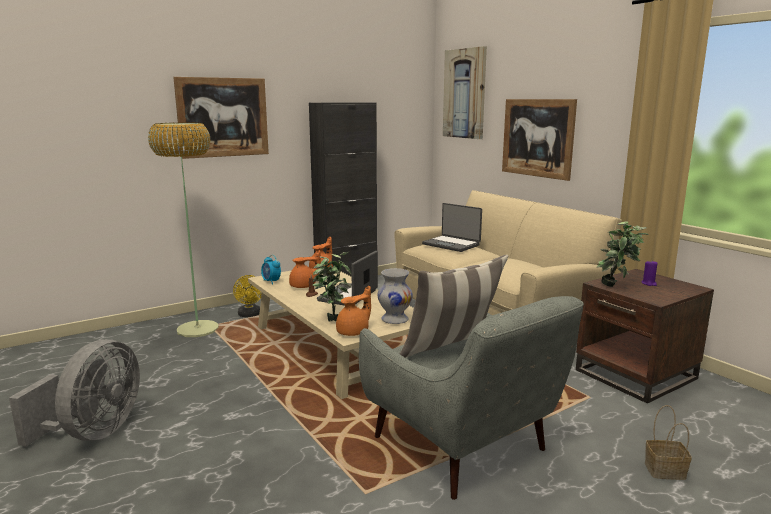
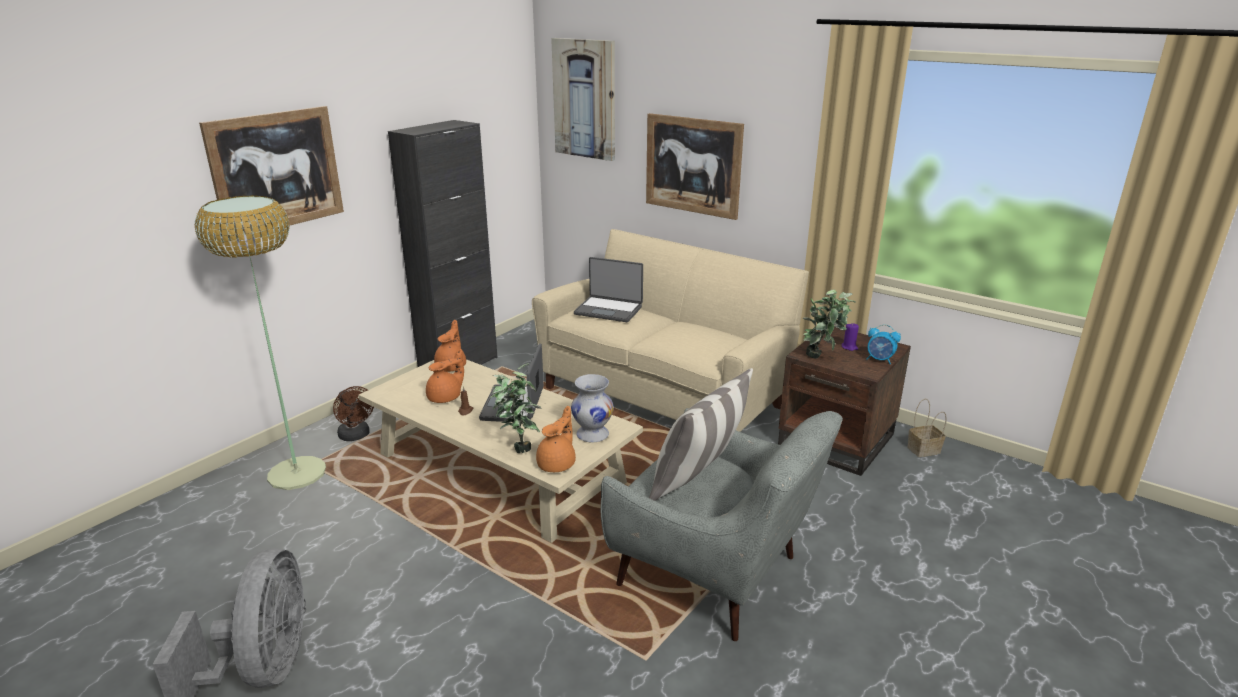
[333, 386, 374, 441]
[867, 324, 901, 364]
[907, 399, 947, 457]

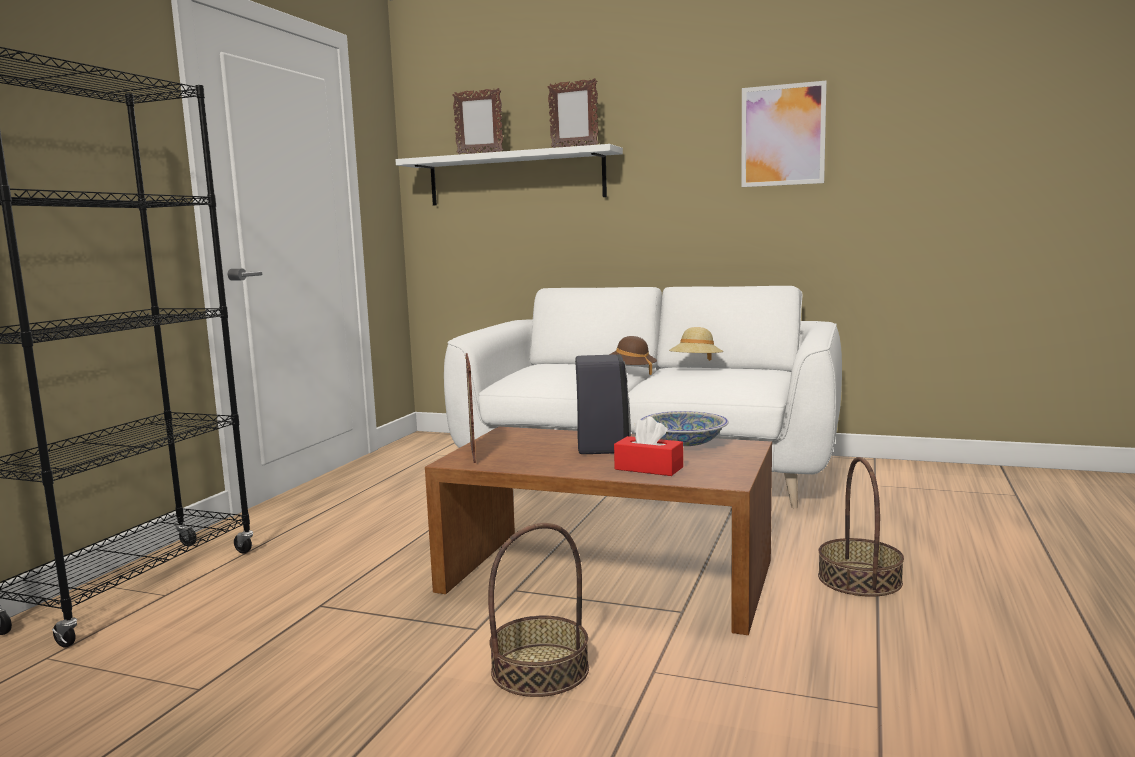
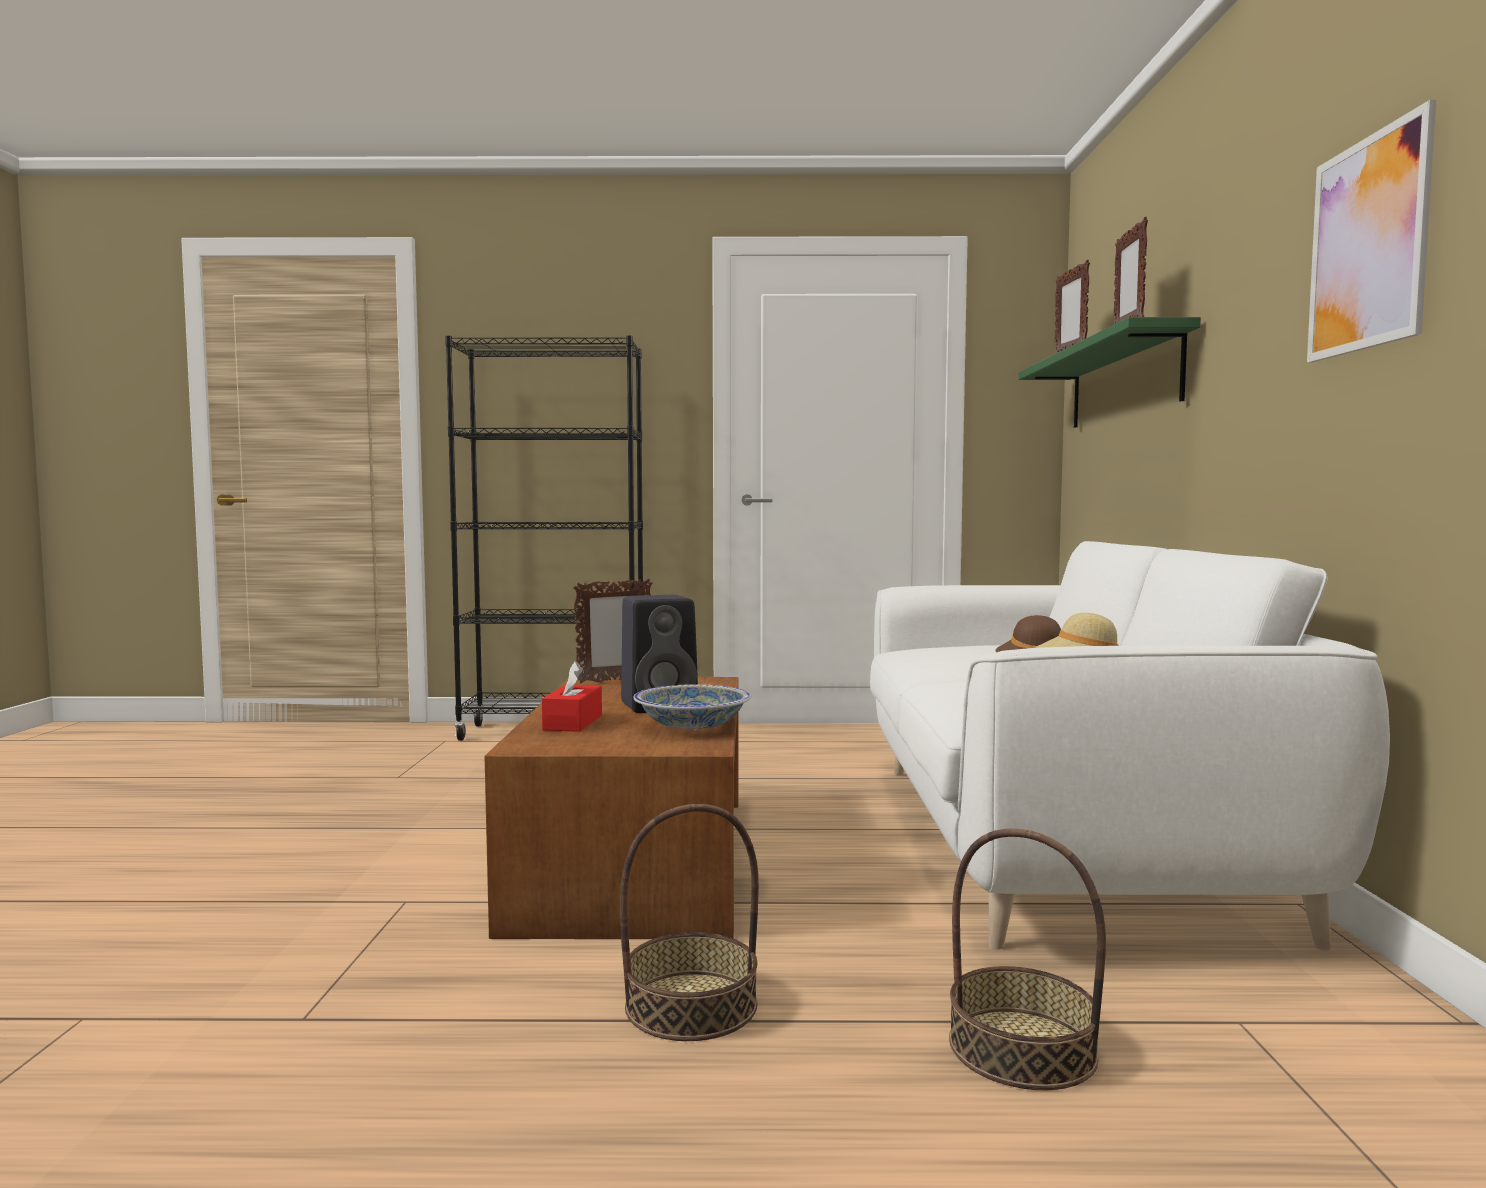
[1018, 317, 1201, 428]
[949, 828, 1106, 1090]

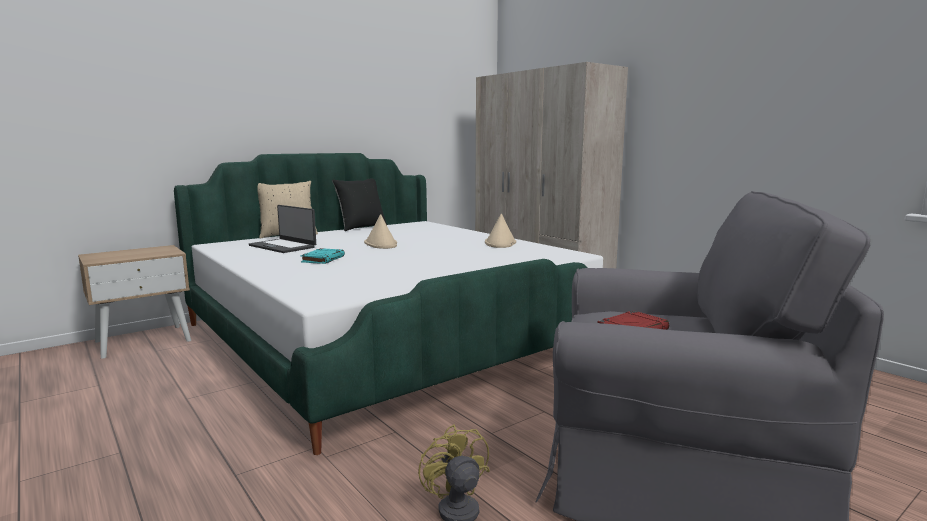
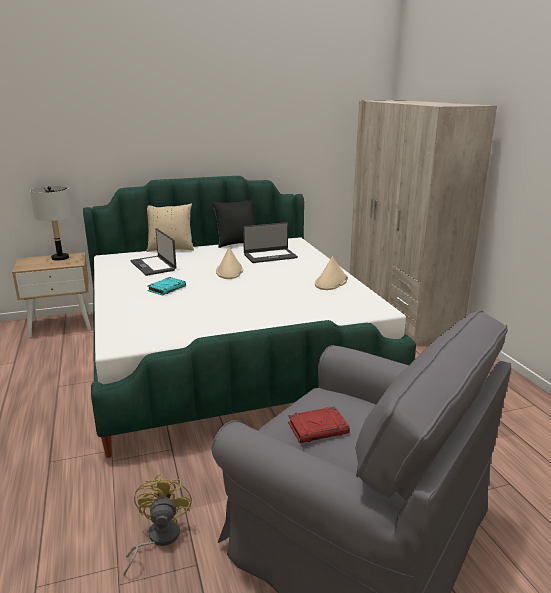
[30, 186, 72, 261]
[243, 222, 298, 263]

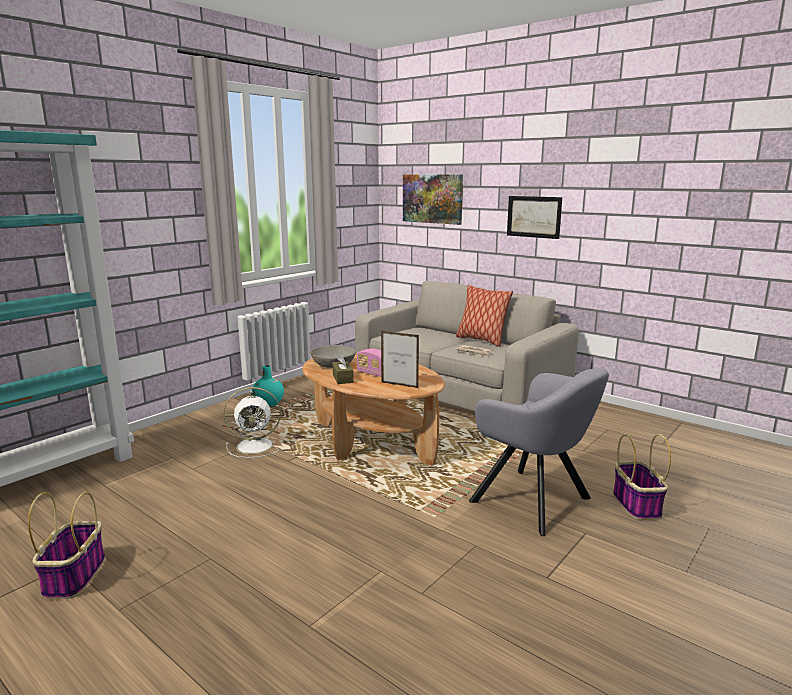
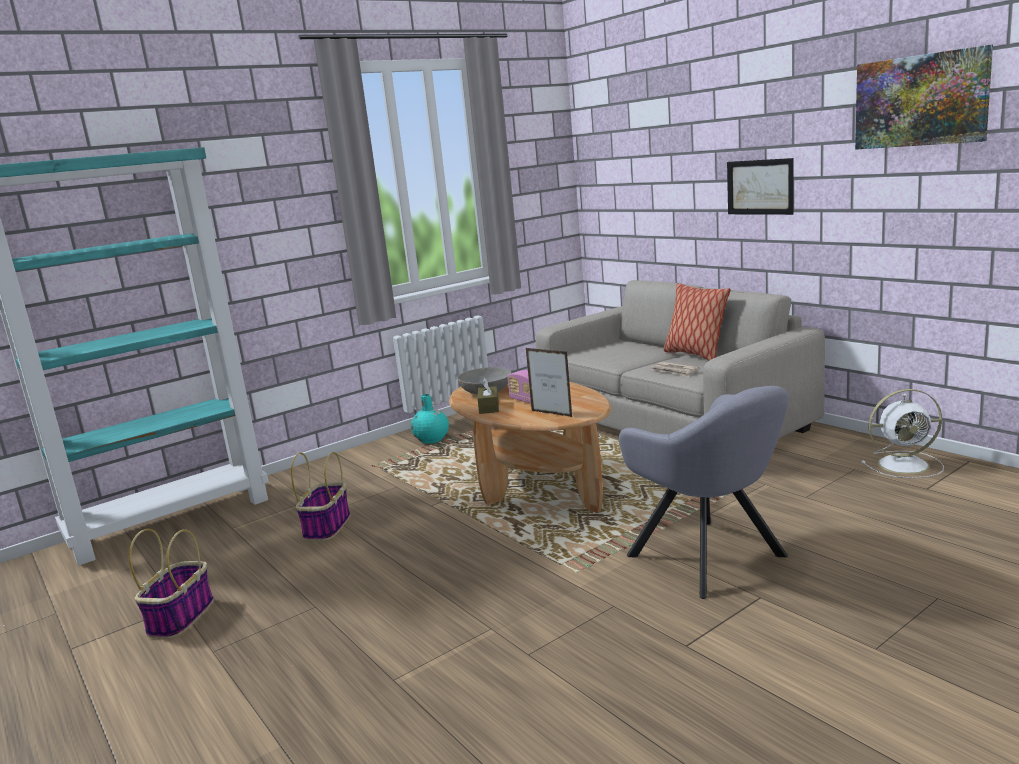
[861, 389, 944, 478]
[855, 45, 993, 150]
[291, 452, 350, 541]

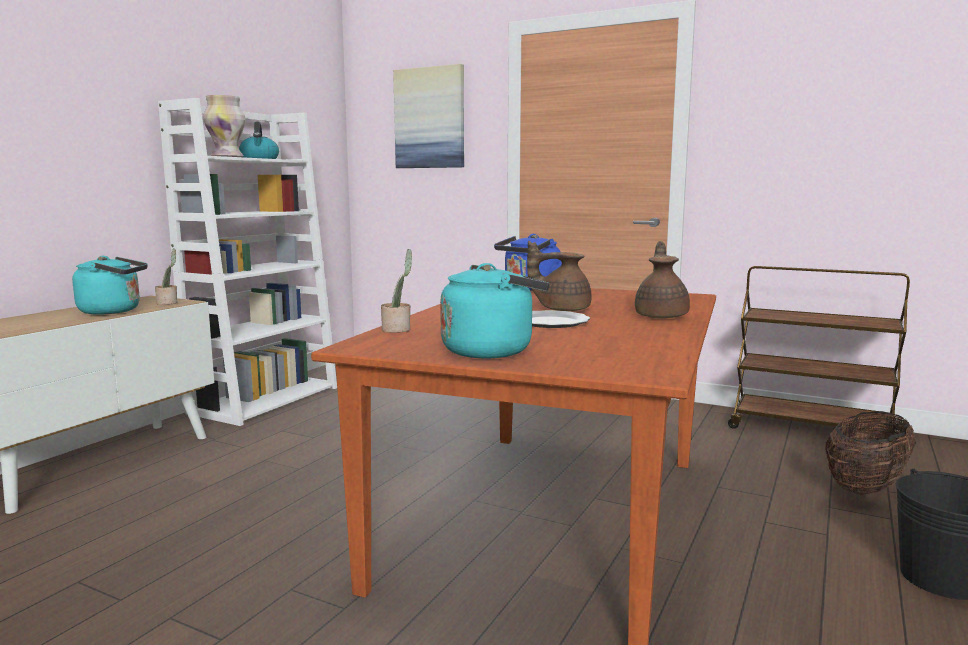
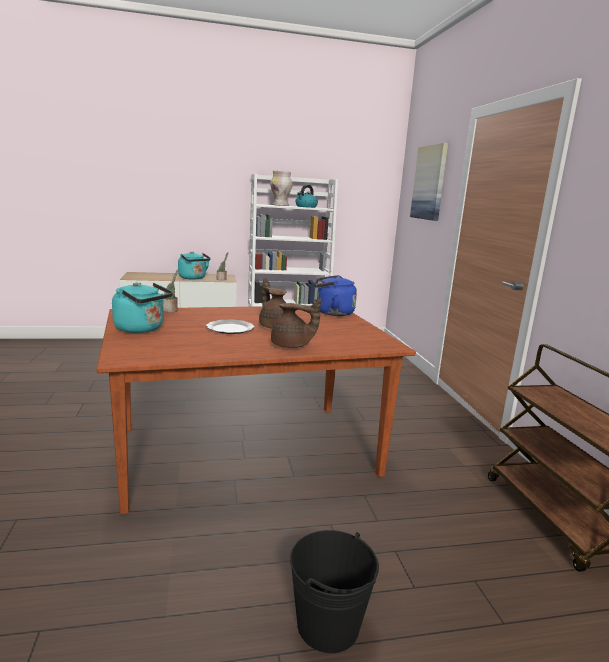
[271, 299, 321, 348]
[825, 411, 916, 495] (first image)

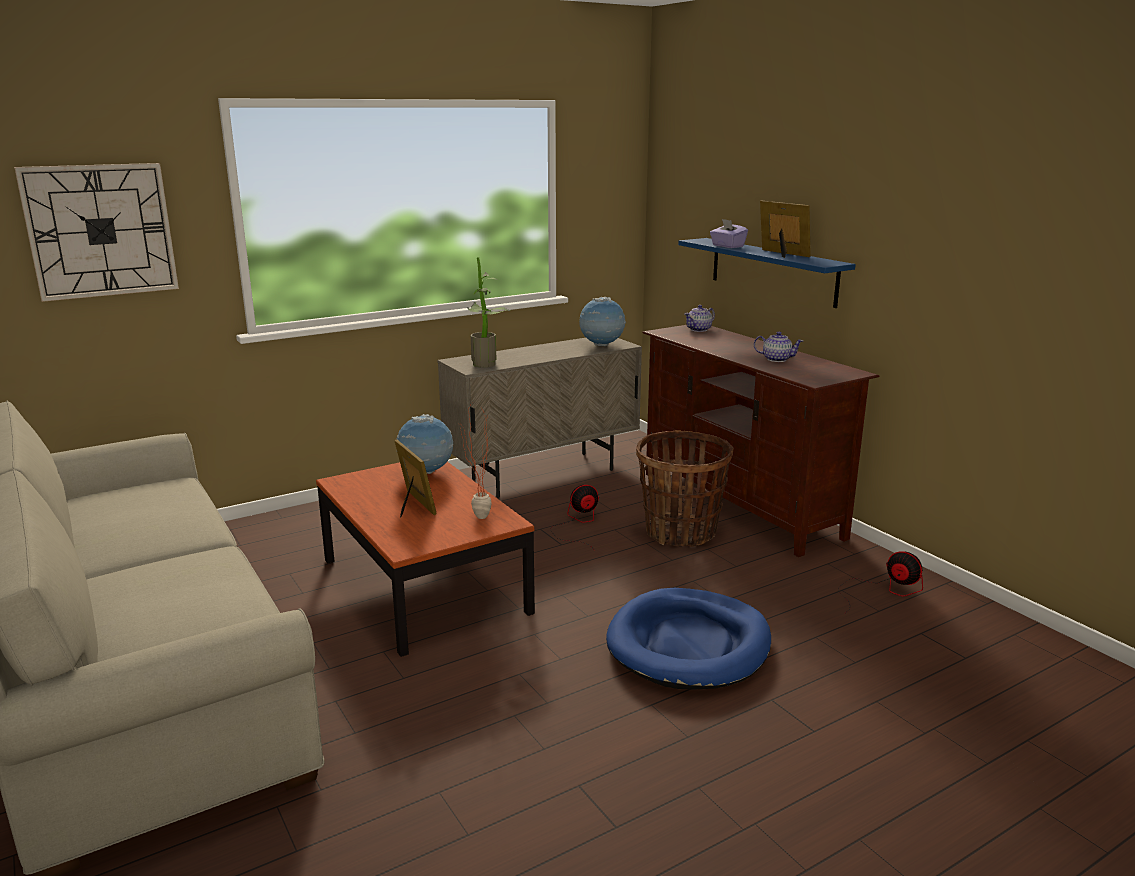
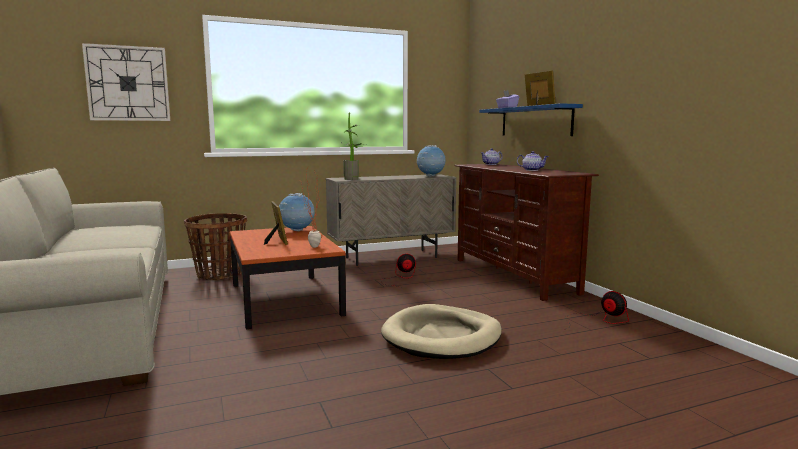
[381, 304, 502, 359]
[184, 213, 247, 280]

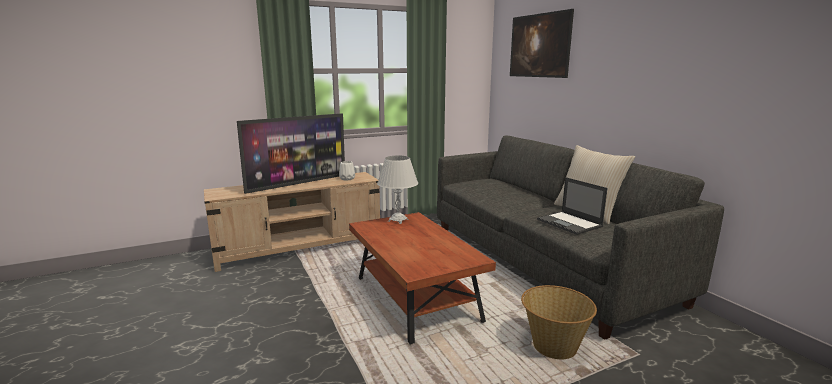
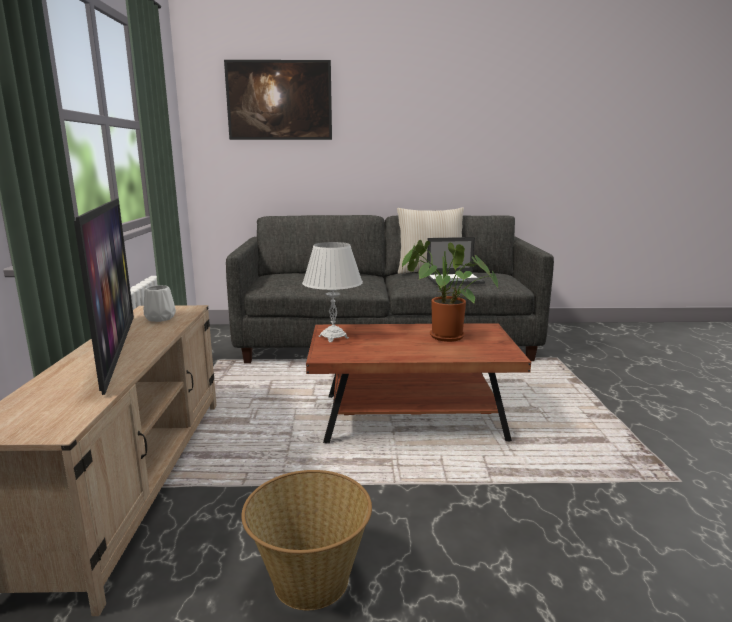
[241, 470, 372, 610]
[402, 240, 498, 342]

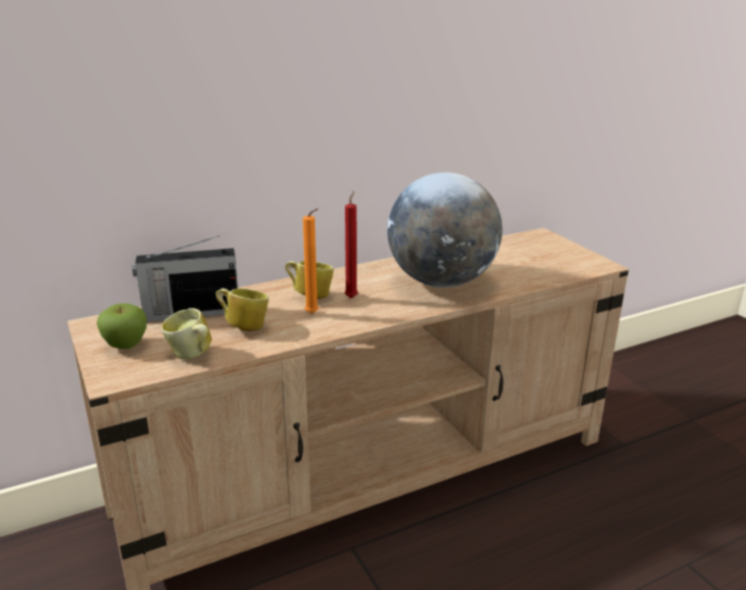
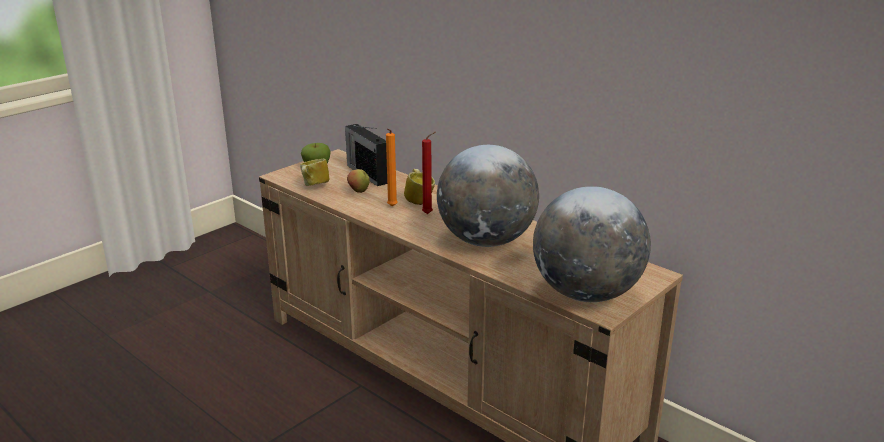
[347, 169, 370, 193]
[533, 186, 651, 302]

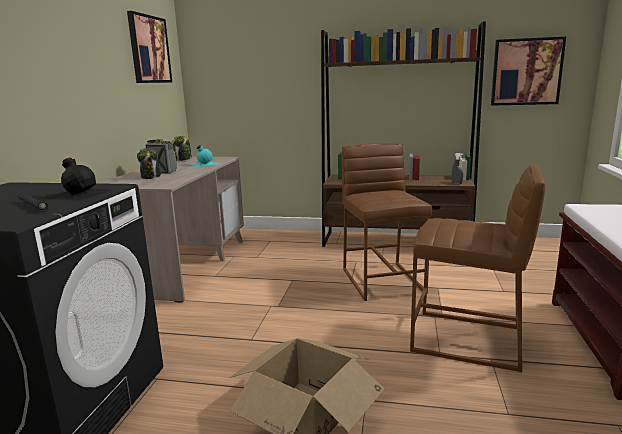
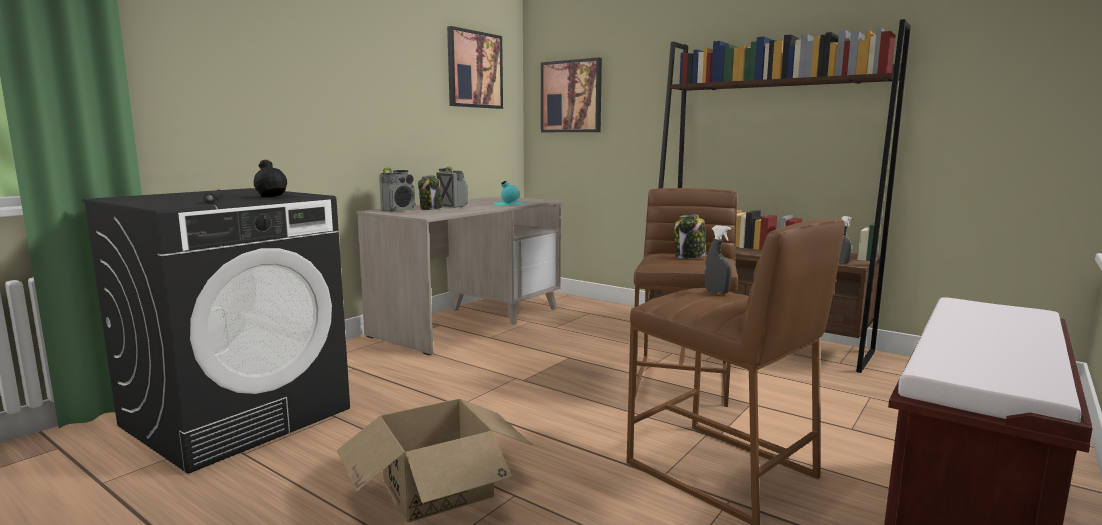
[674, 215, 706, 259]
[541, 57, 602, 132]
[379, 168, 415, 212]
[705, 225, 732, 294]

